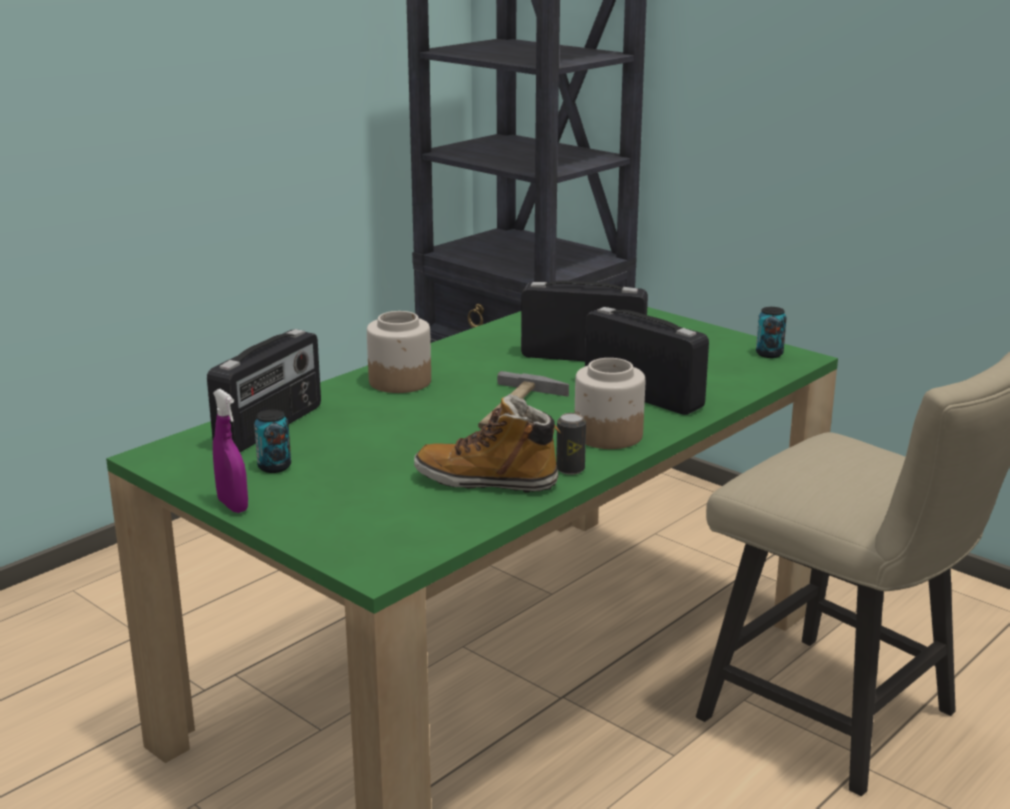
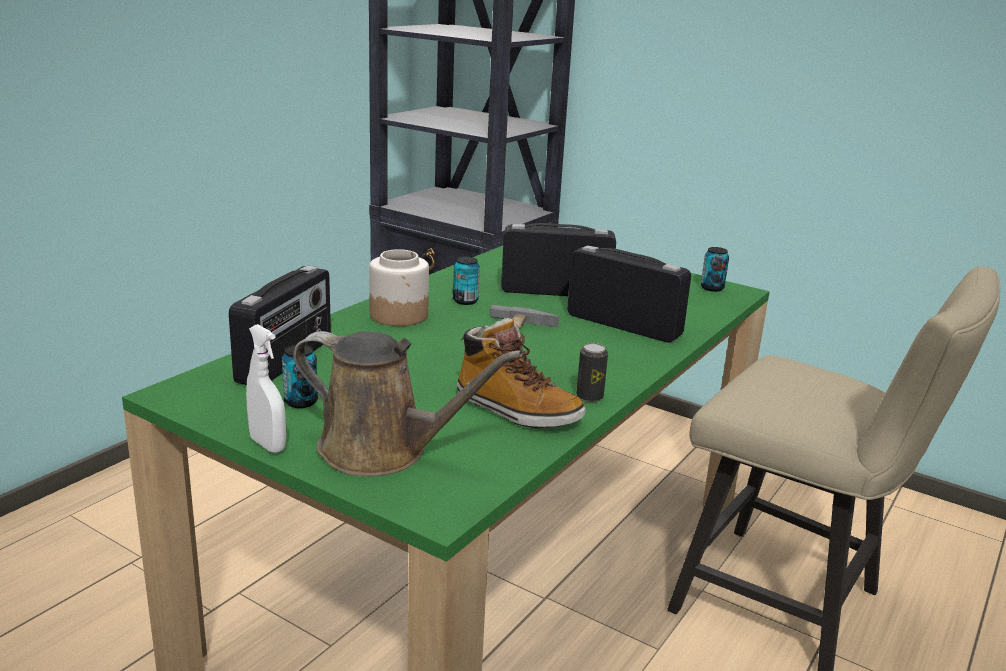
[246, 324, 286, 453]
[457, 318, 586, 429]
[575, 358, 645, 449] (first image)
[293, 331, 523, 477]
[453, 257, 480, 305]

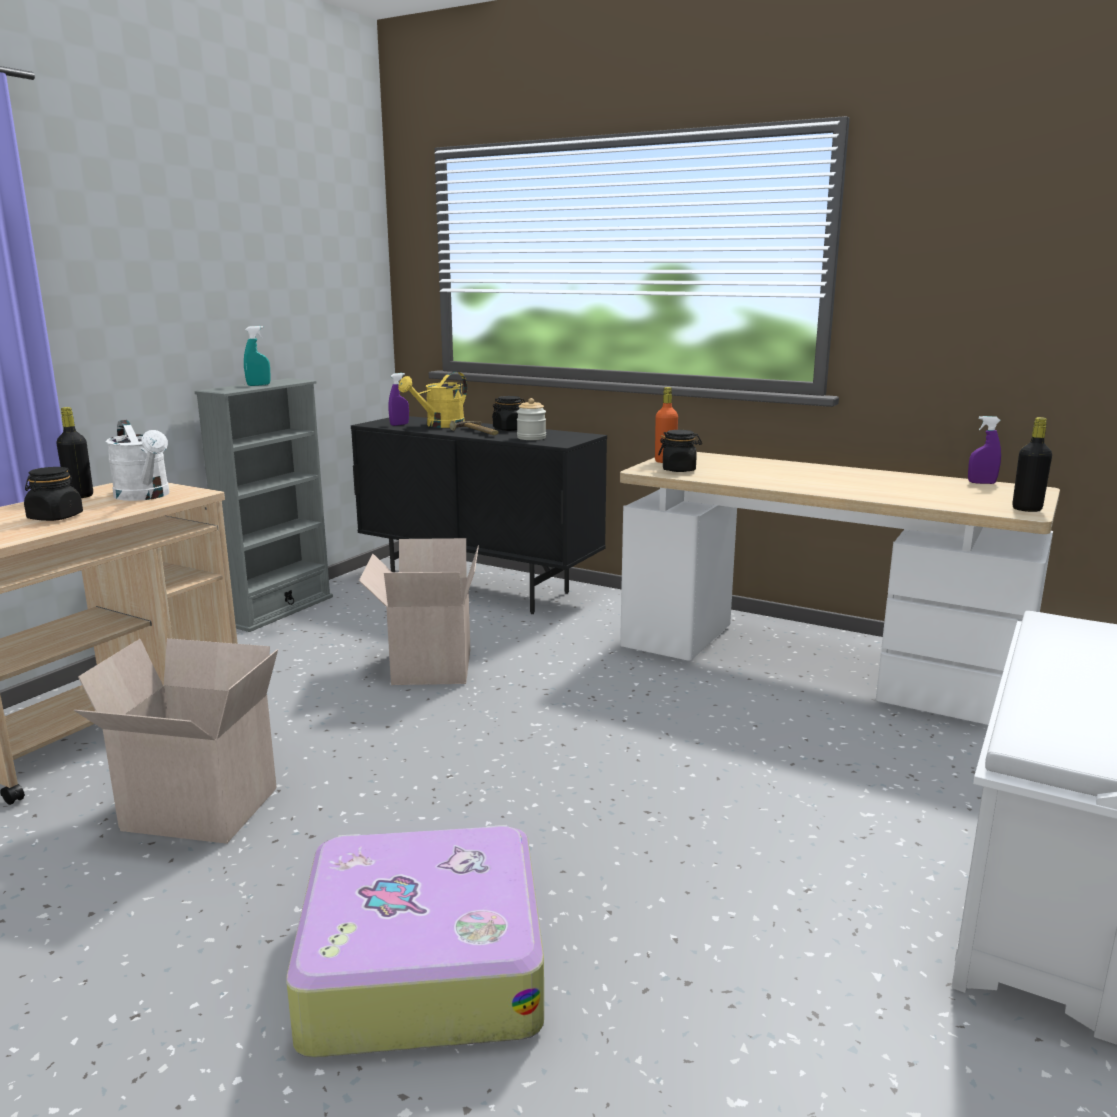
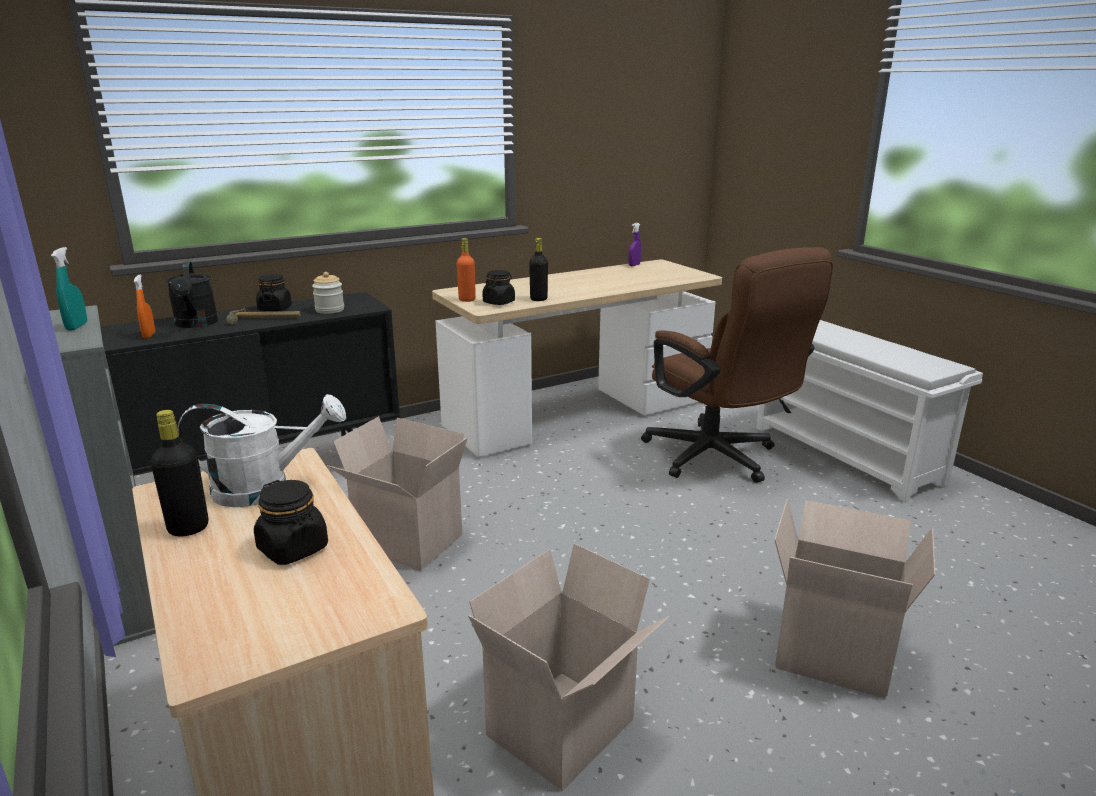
[774, 499, 935, 699]
[134, 274, 155, 338]
[166, 262, 219, 328]
[529, 238, 548, 301]
[641, 247, 833, 483]

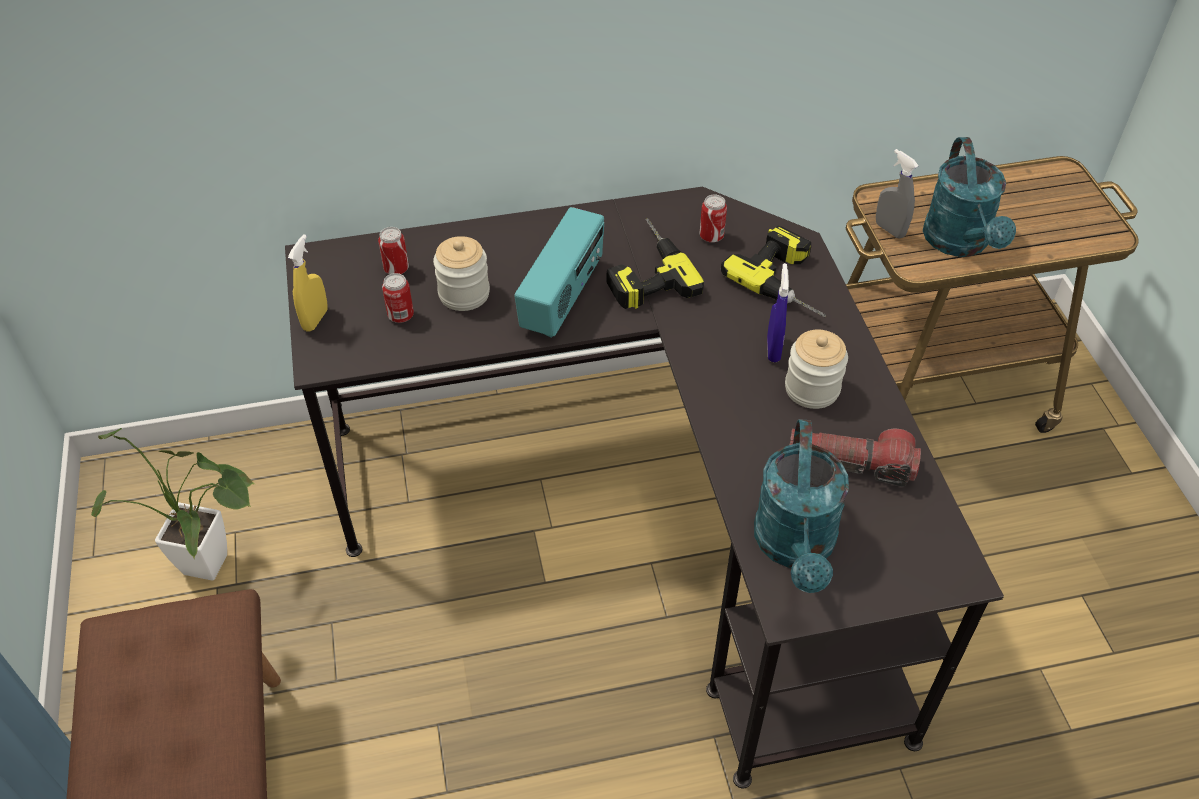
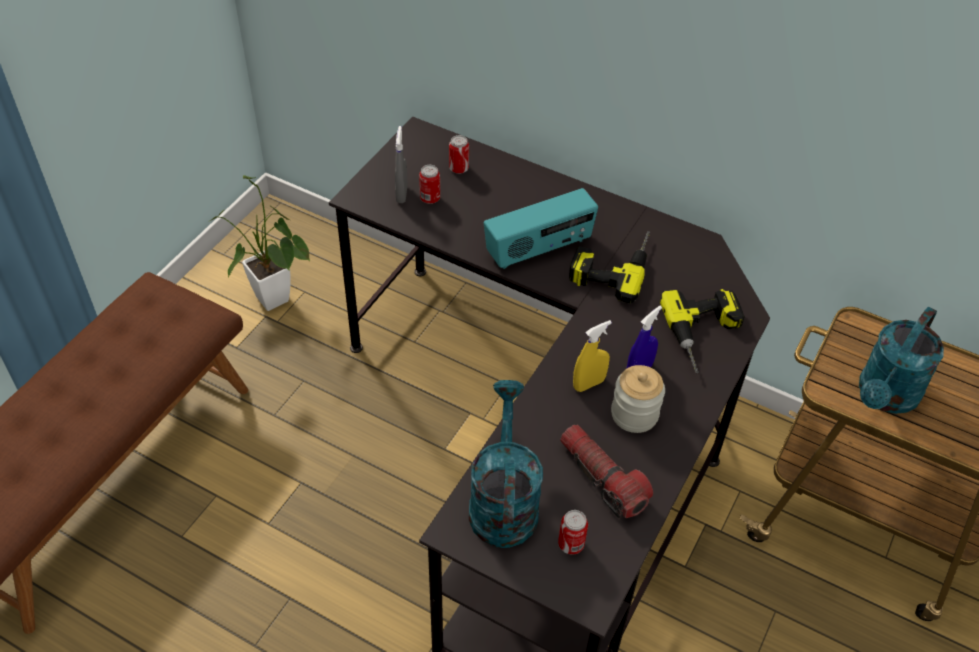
[573, 320, 612, 392]
[433, 236, 490, 311] (first image)
[558, 510, 588, 555]
[469, 380, 543, 548]
[395, 126, 408, 203]

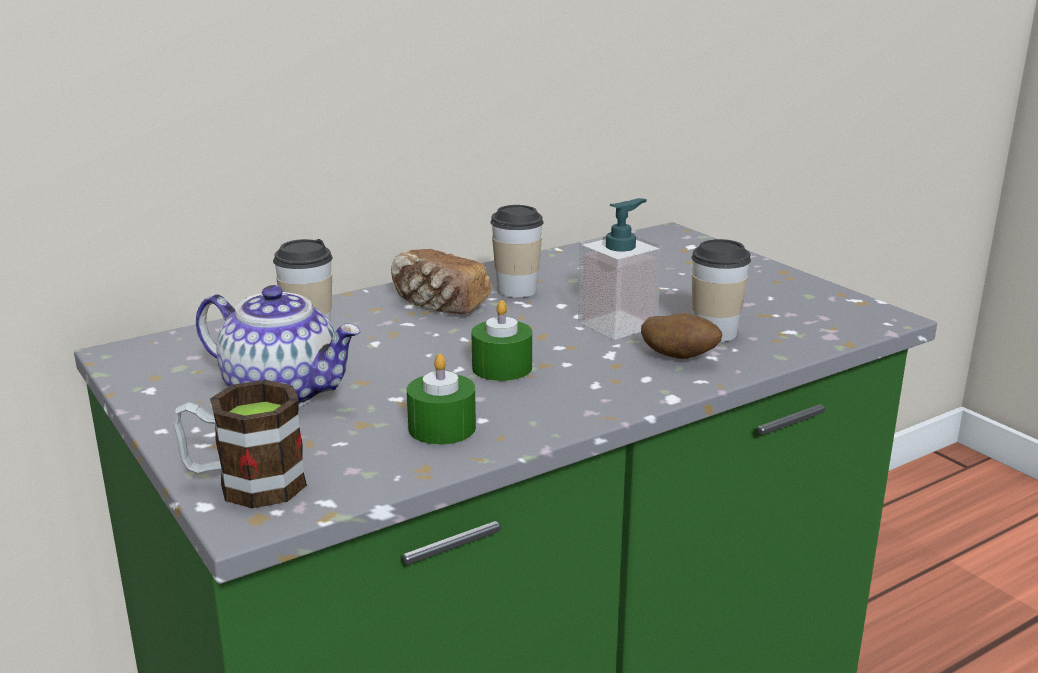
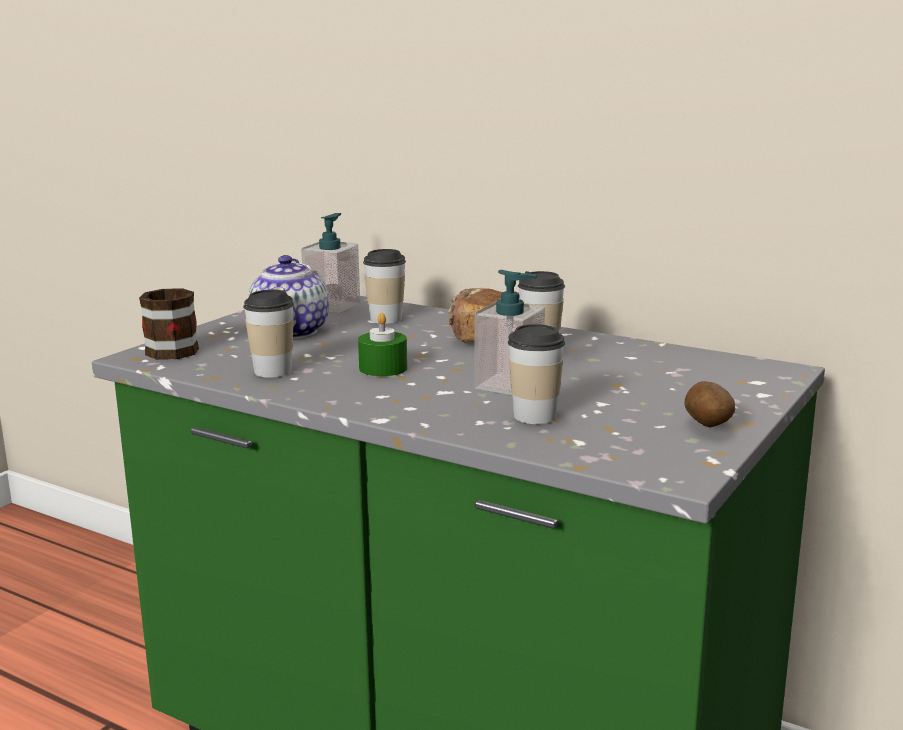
[243, 290, 294, 378]
[684, 381, 735, 428]
[301, 213, 360, 313]

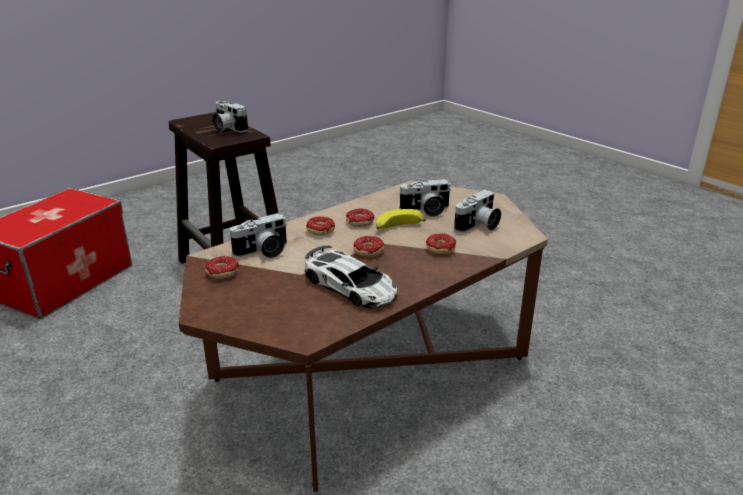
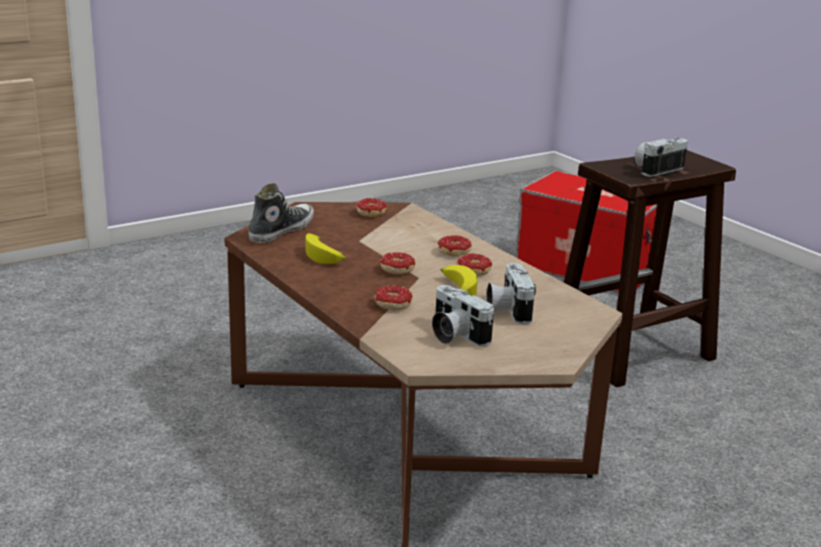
[229, 213, 287, 258] (first image)
[305, 233, 346, 264]
[249, 183, 314, 243]

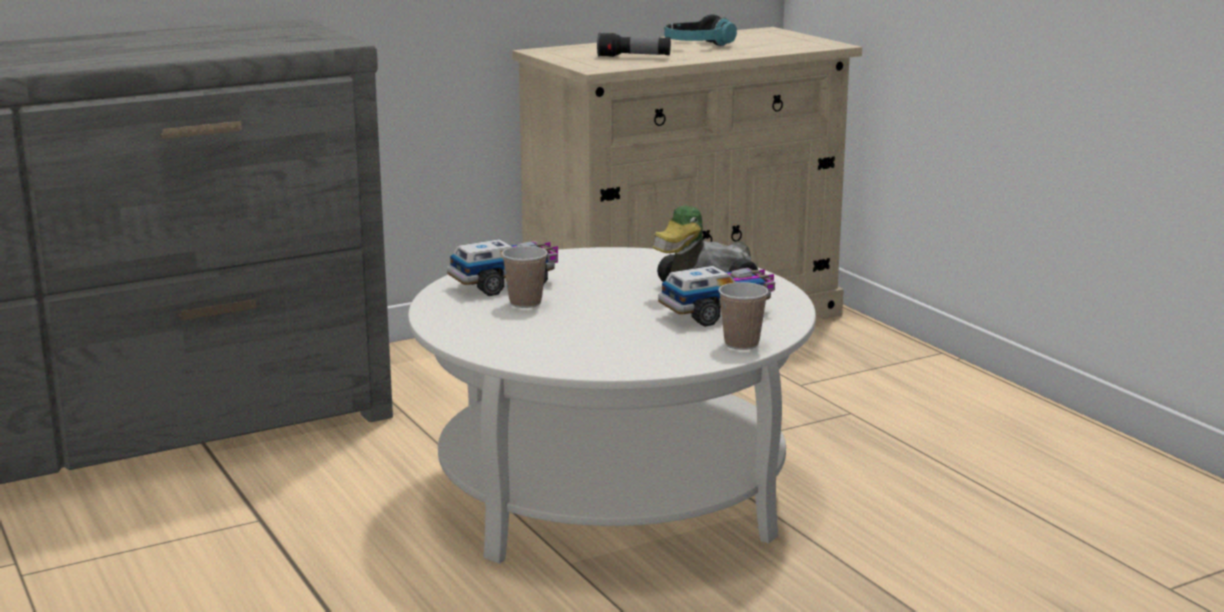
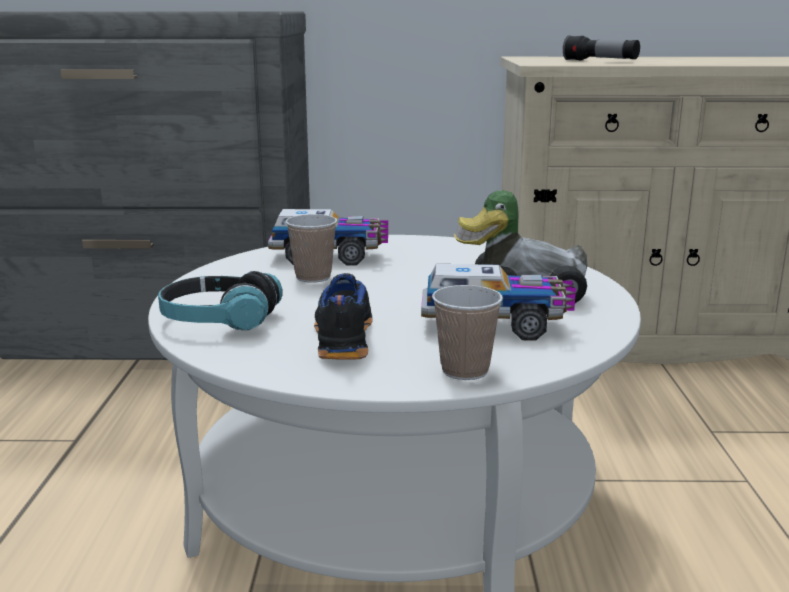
[158, 271, 283, 330]
[314, 273, 372, 360]

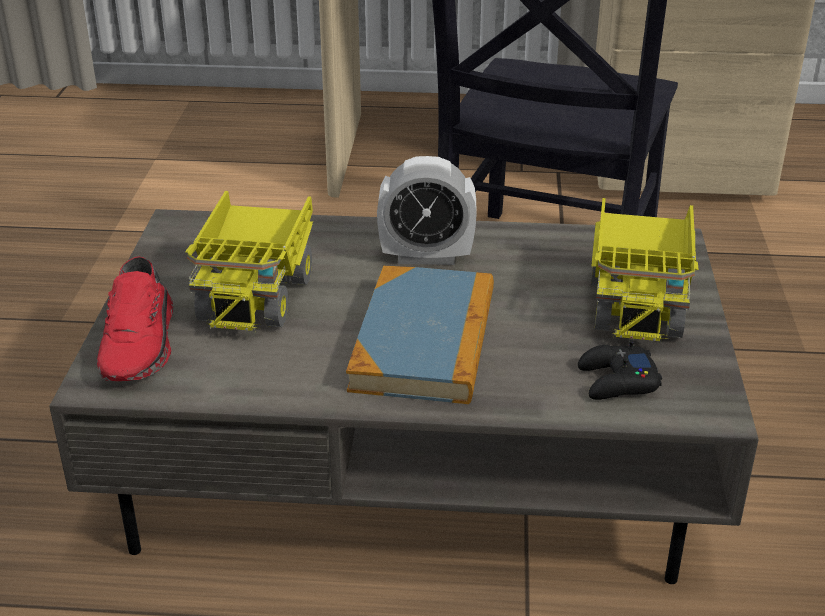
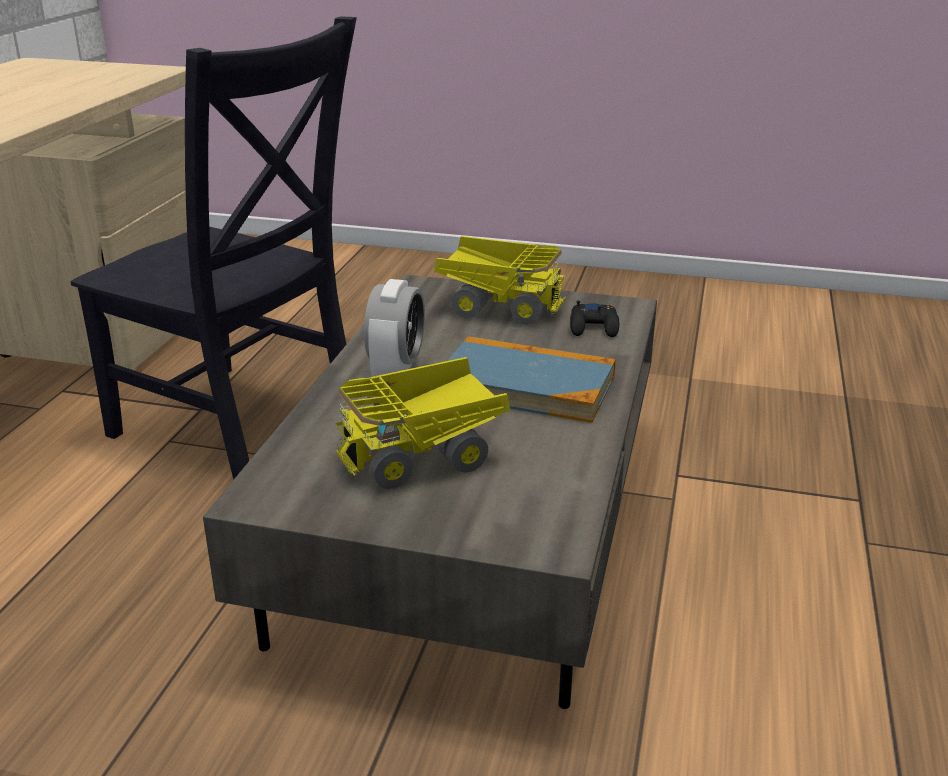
[97, 256, 173, 381] (first image)
[335, 357, 510, 489]

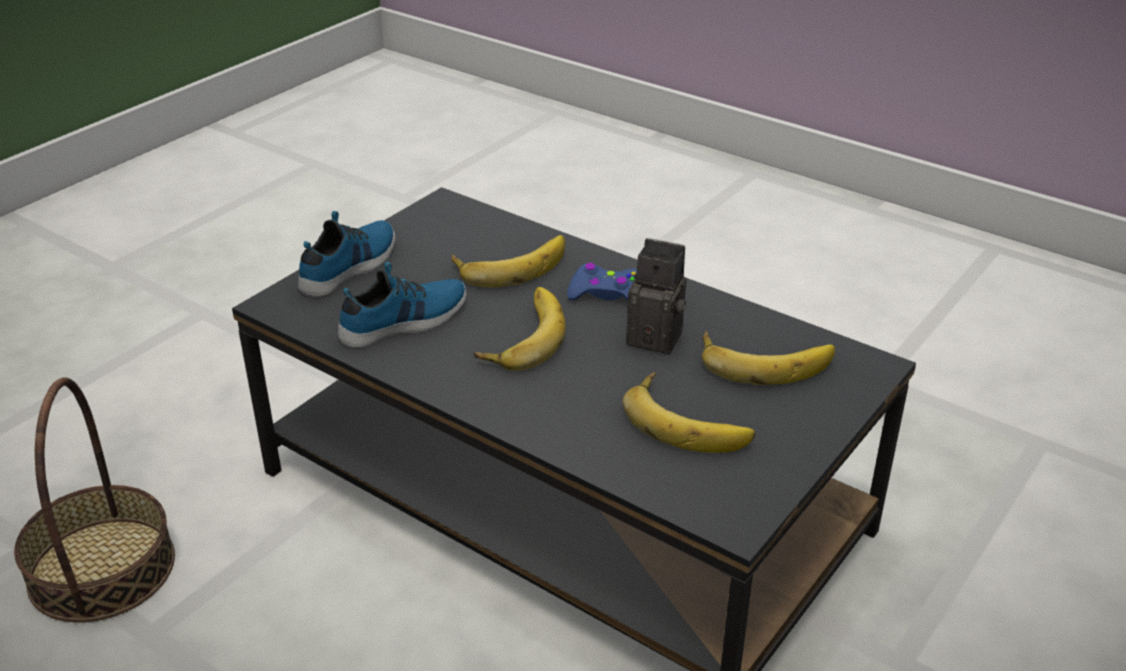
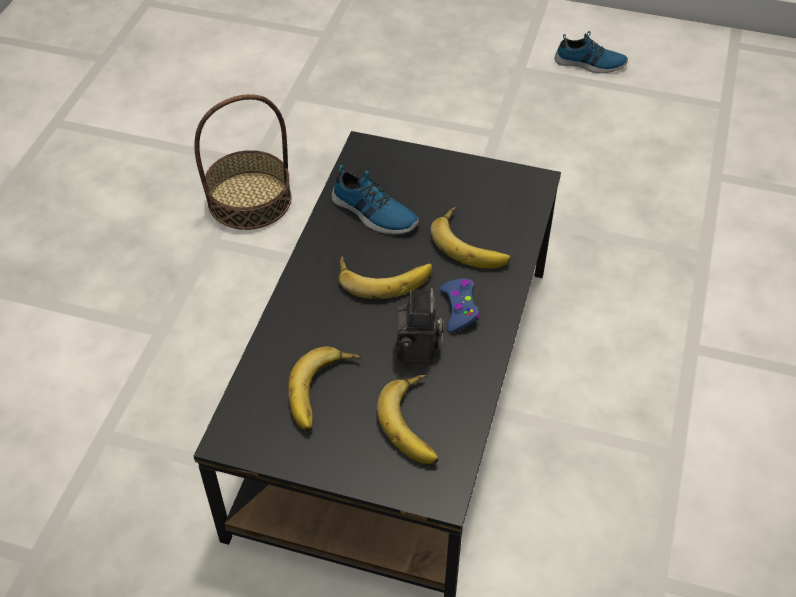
[555, 31, 628, 73]

